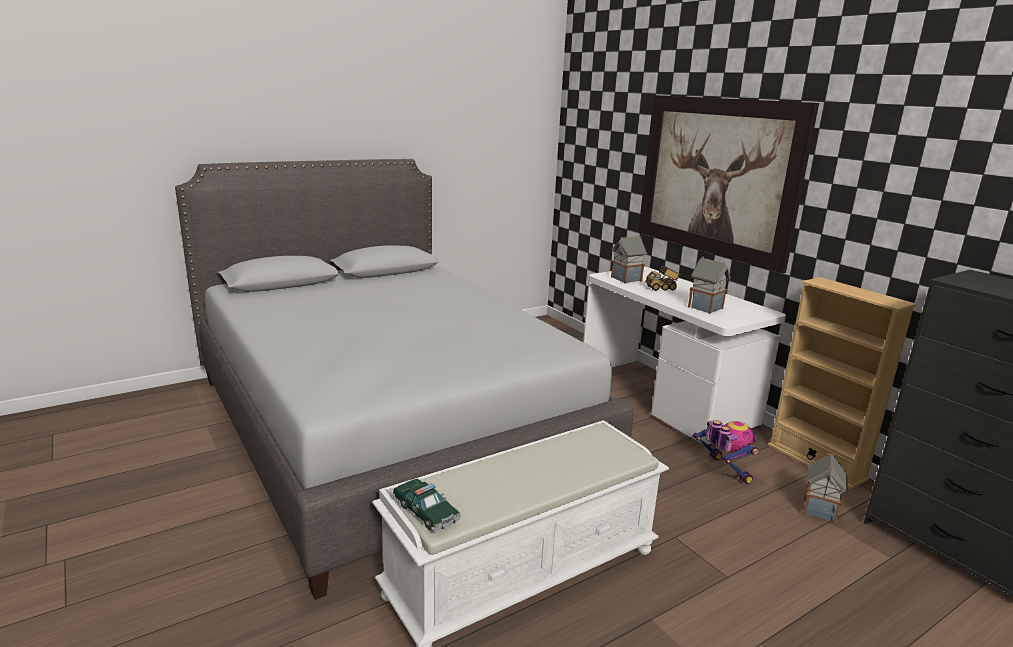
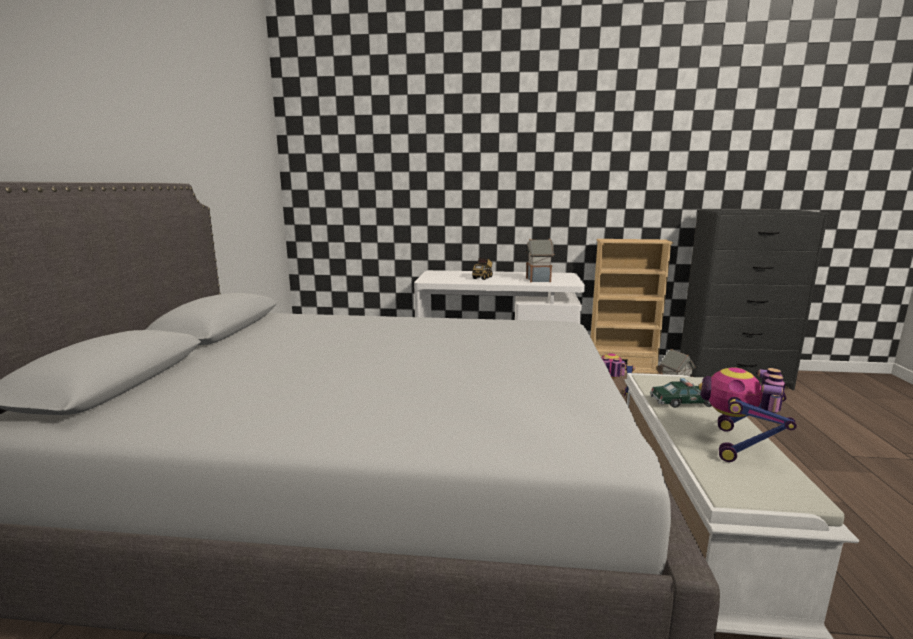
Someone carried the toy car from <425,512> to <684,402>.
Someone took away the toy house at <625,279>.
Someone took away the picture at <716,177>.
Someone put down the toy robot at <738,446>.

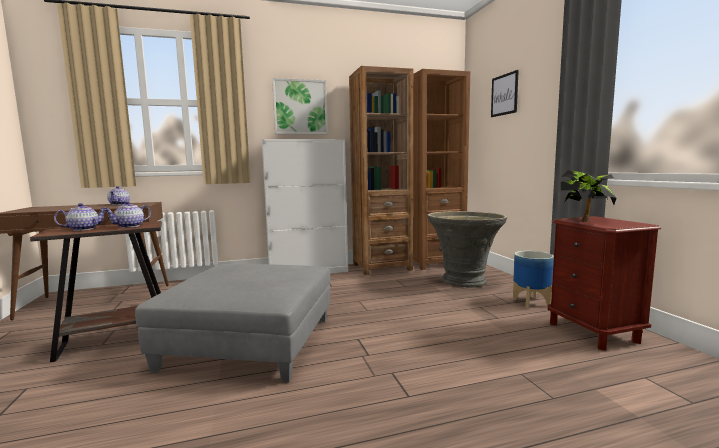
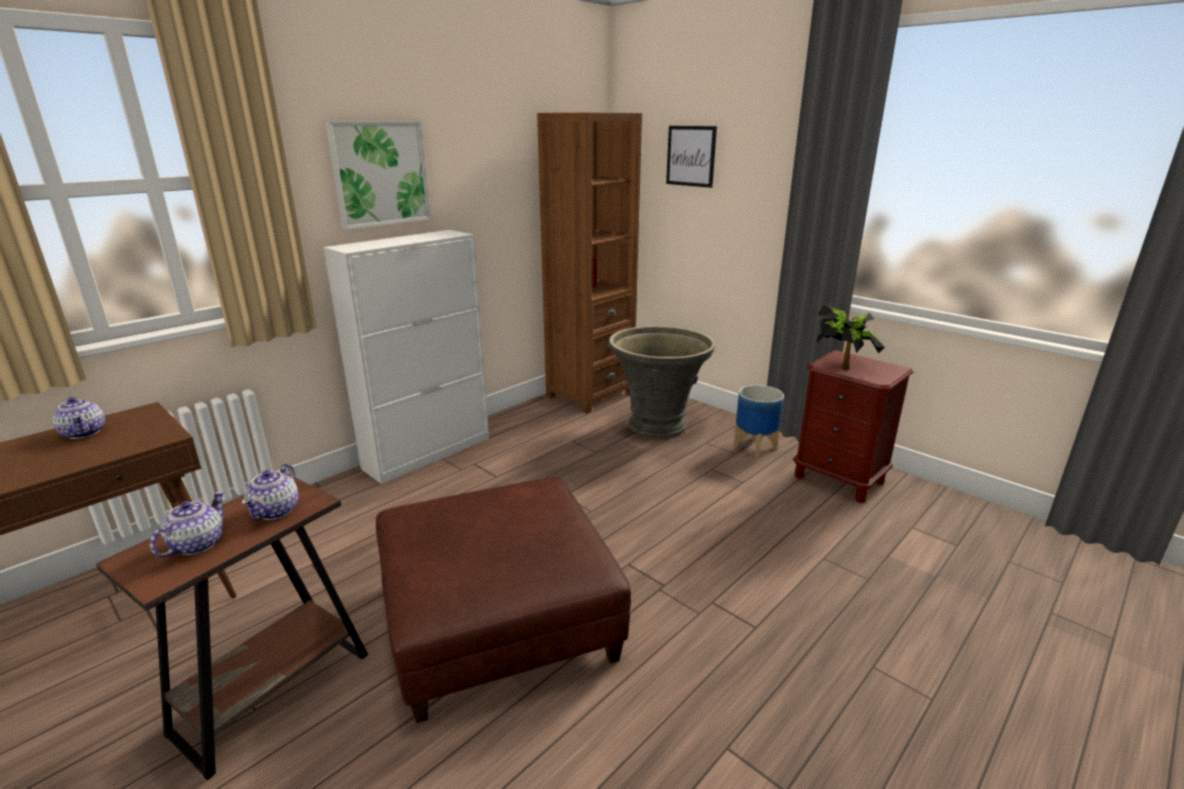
Someone repainted the ottoman/grey at <251,342>, which became the ottoman/brown at <499,617>.
Someone took away the bookcase/brown at <382,267>.

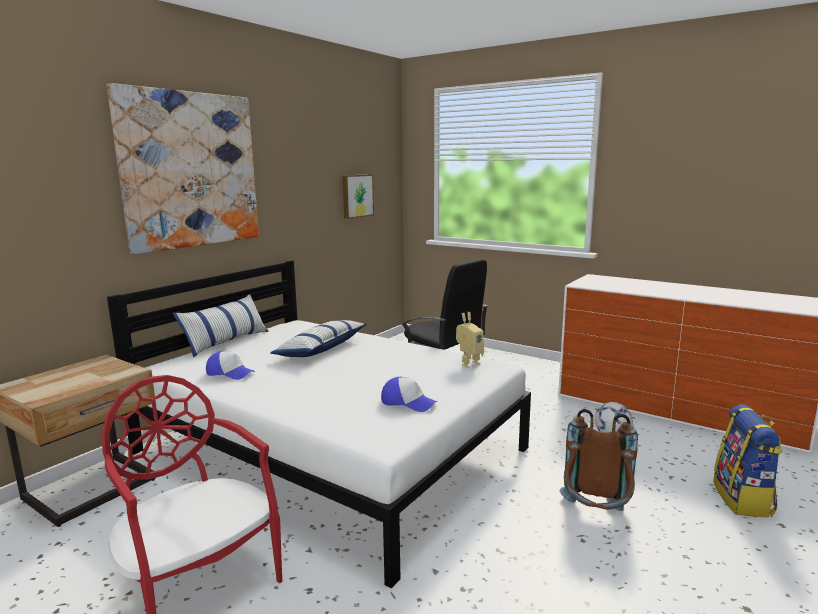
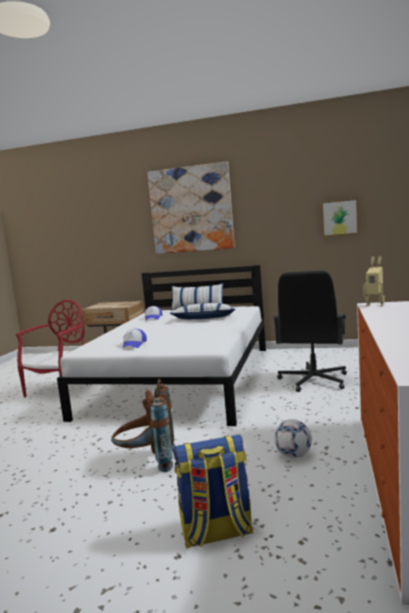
Someone carried the toy robot from <468,363> to <375,304>.

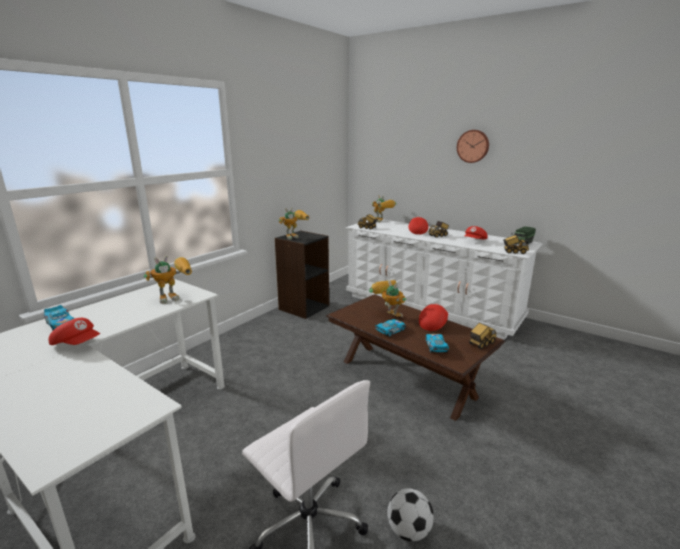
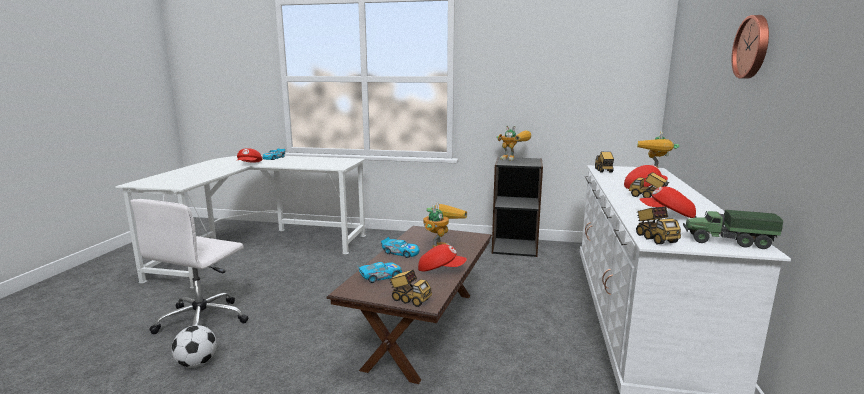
Someone took away the toy robot at <175,297>.

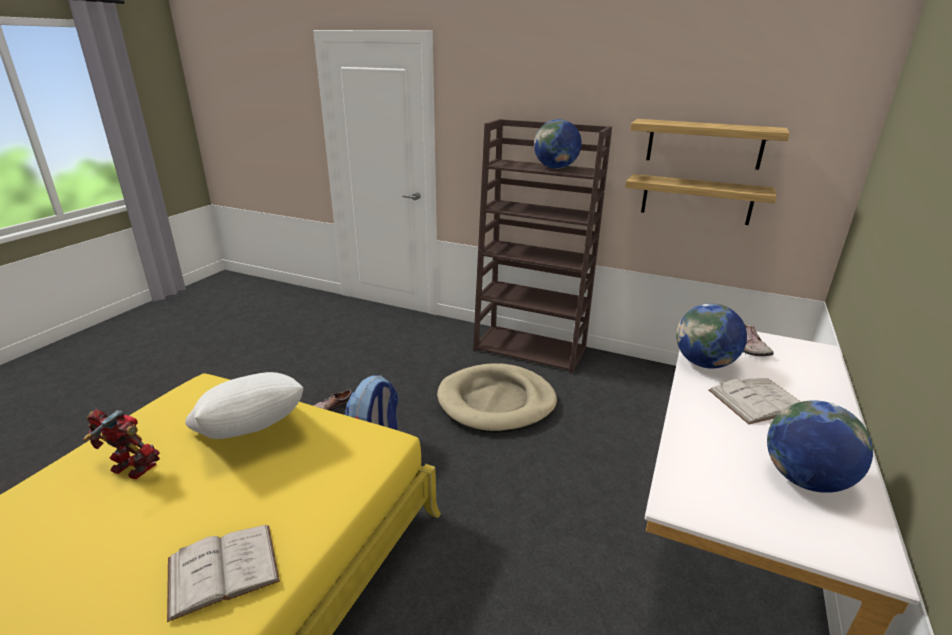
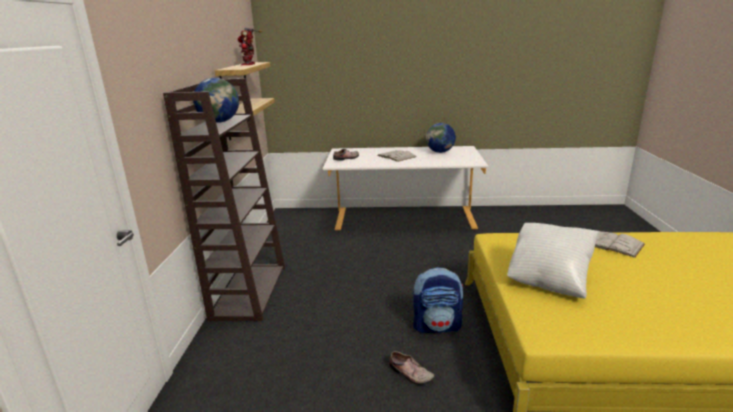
Someone carried the toy robot from <131,470> to <249,64>.
Someone took away the dog bed/beige at <496,402>.
Someone took away the globe at <704,363>.

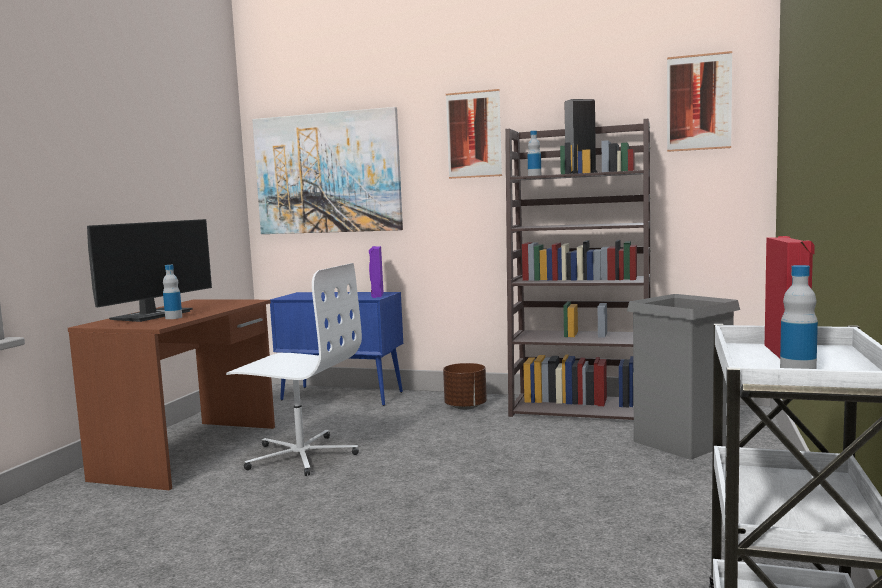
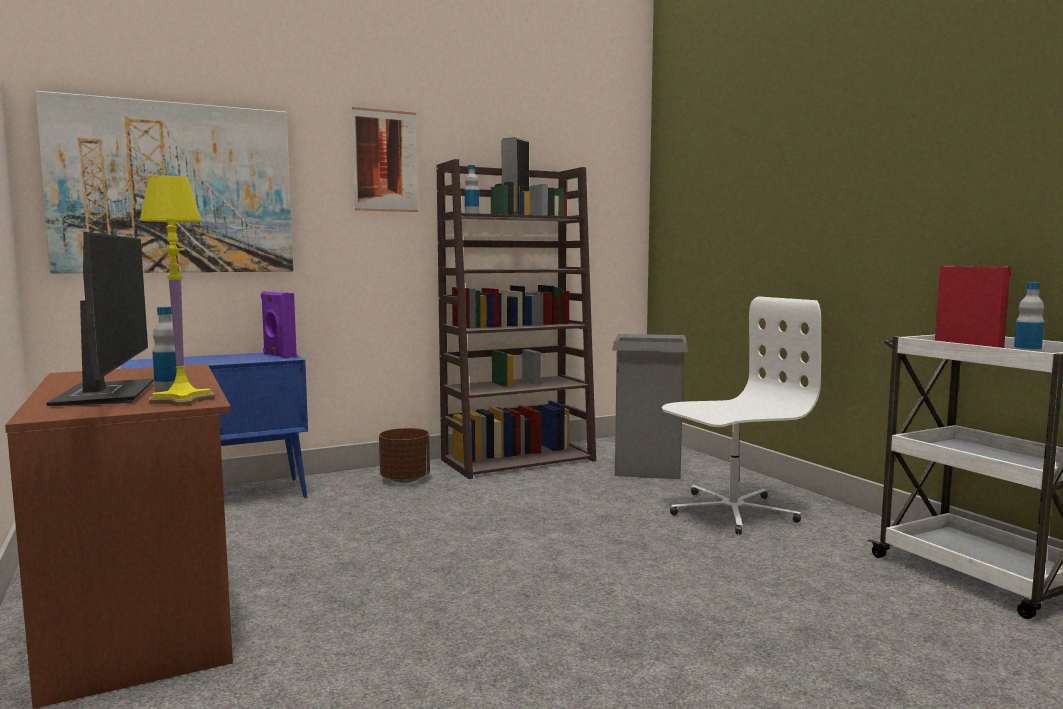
Someone carried the office chair/white from <301,455> to <731,511>.
Someone took away the picture at <698,102>.
Someone put down the table lamp/yellow at <183,400>.

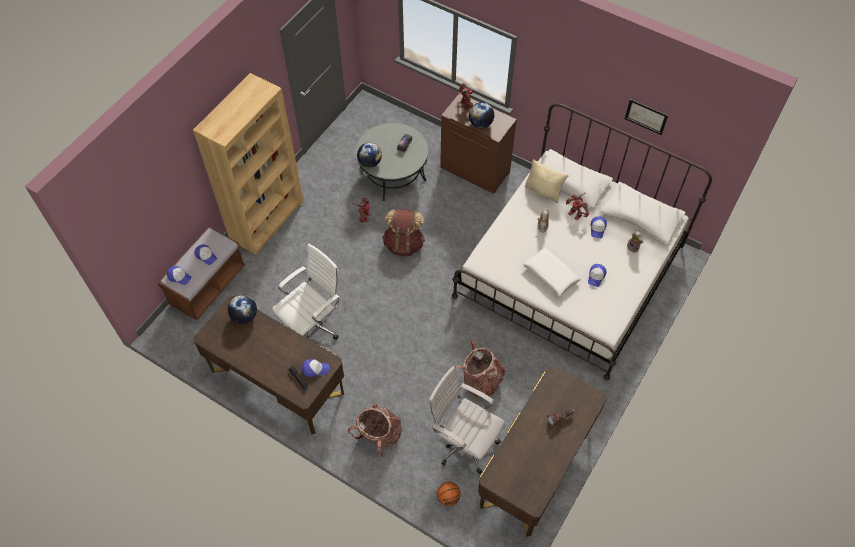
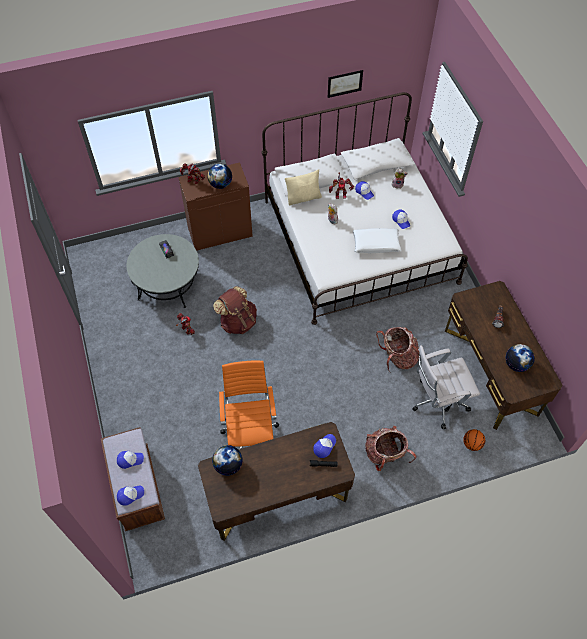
Someone took away the bookcase/brown at <267,220>.
Someone repainted the office chair/white at <313,325>, which became the office chair/orange at <250,434>.
Someone carried the globe from <370,163> to <516,364>.

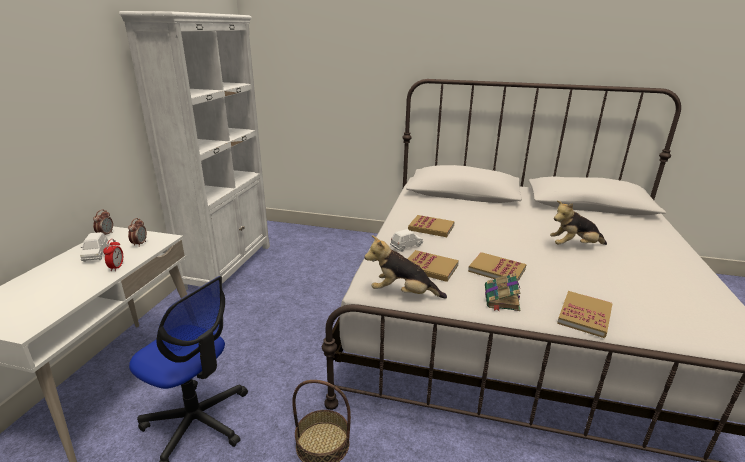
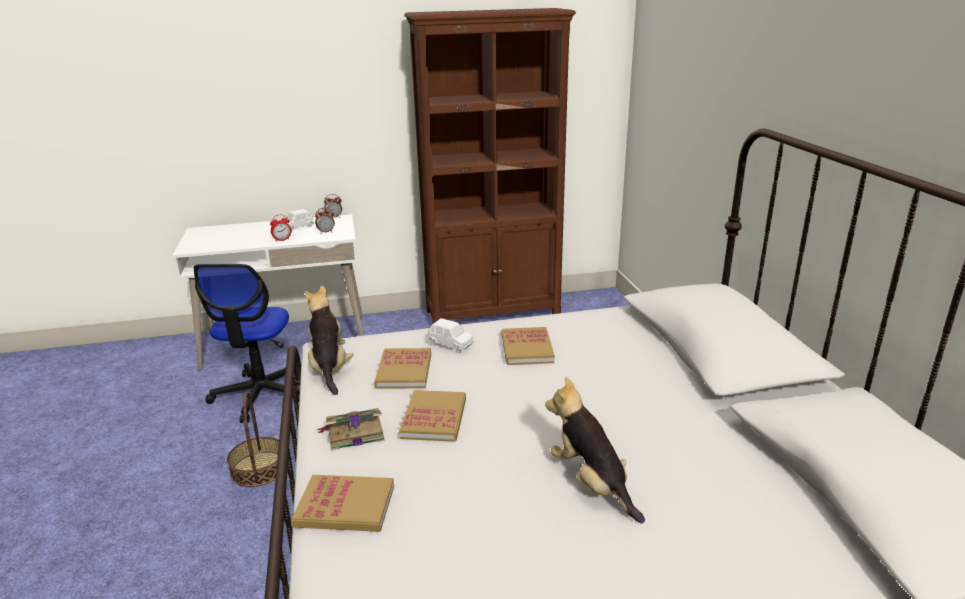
Someone repainted the bookcase/white at <229,266>, which became the bookcase/brown at <493,313>.

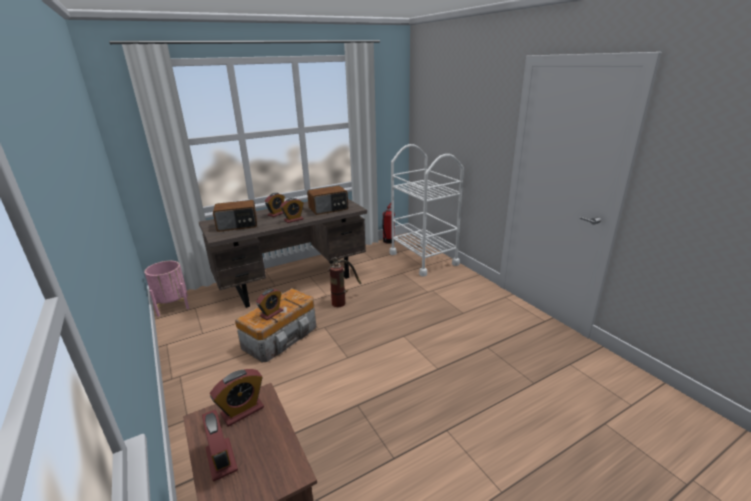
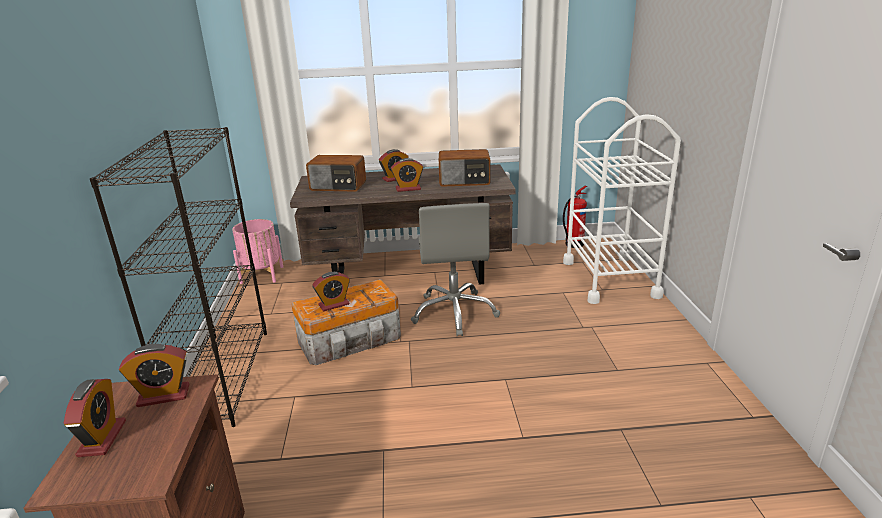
Someone swapped the fire extinguisher at <342,301> for the office chair/grey at <455,312>.
Someone put down the bookcase/black at <222,376>.

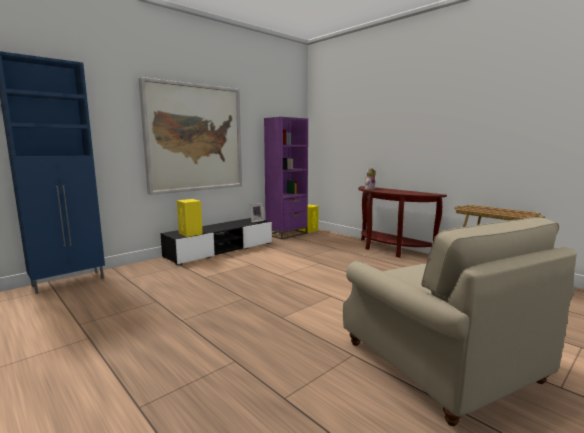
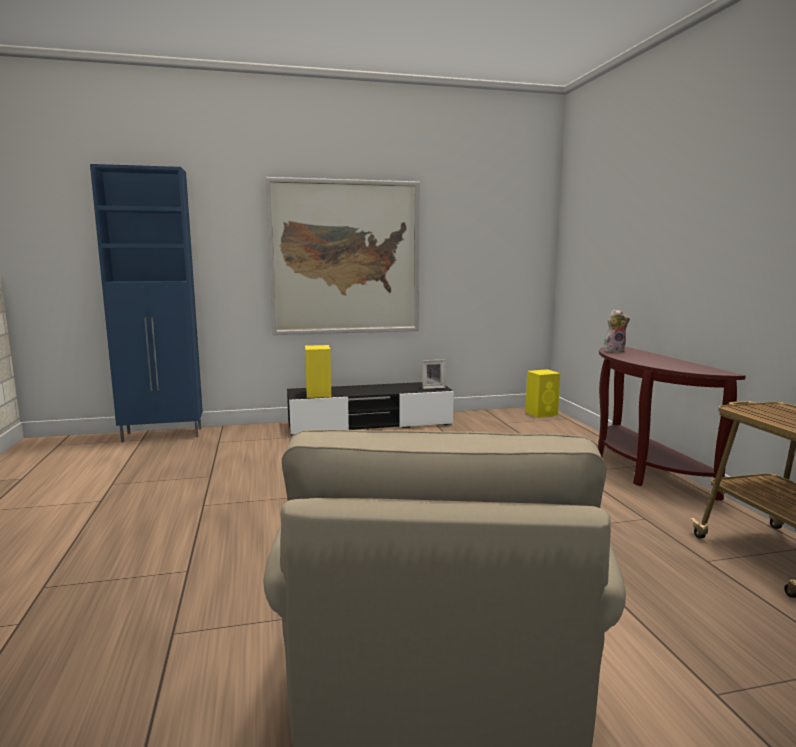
Someone took away the bookcase/purple at <286,234>.

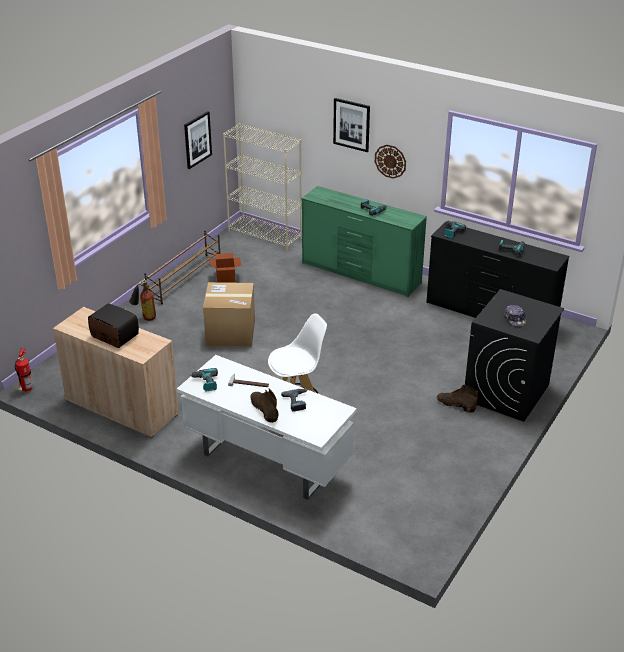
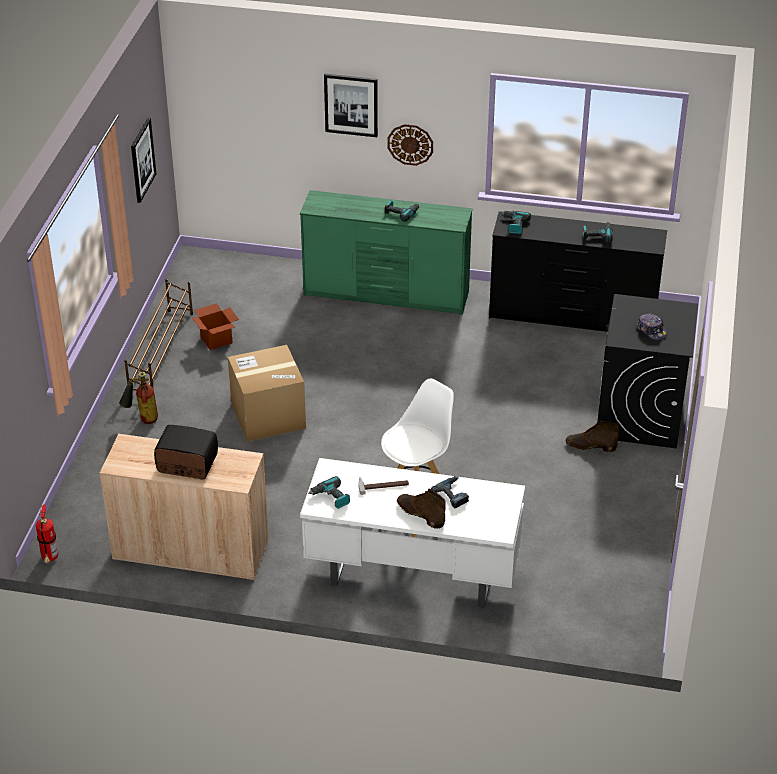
Someone took away the bookcase/beige at <265,234>.

